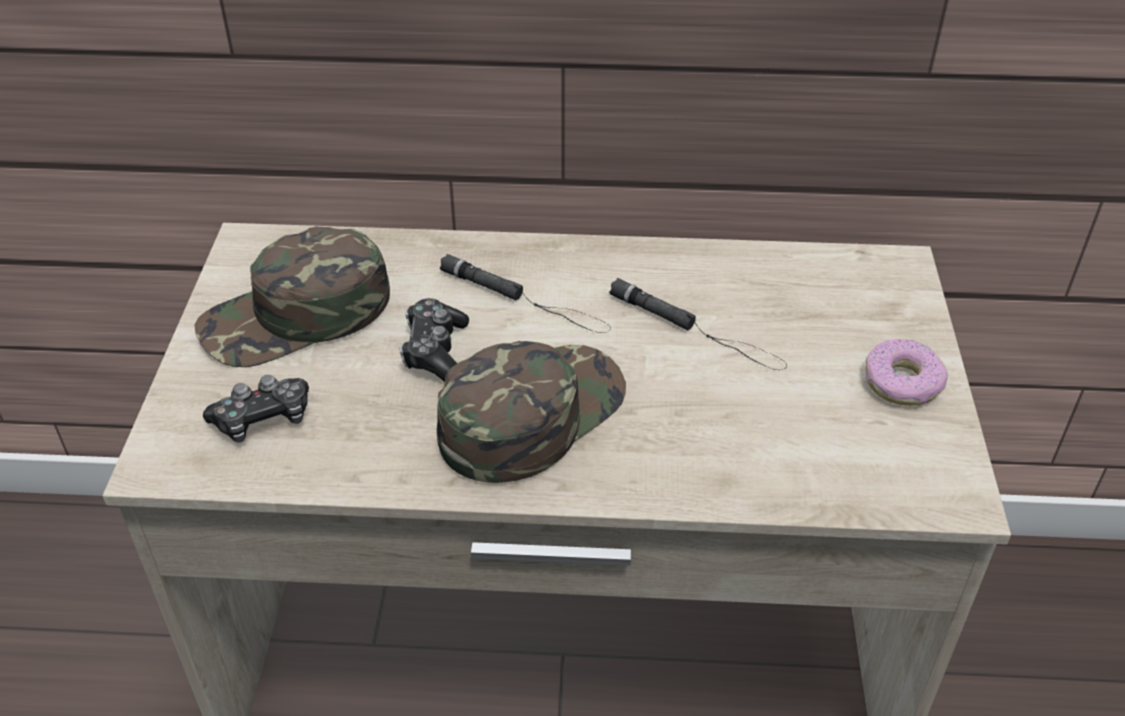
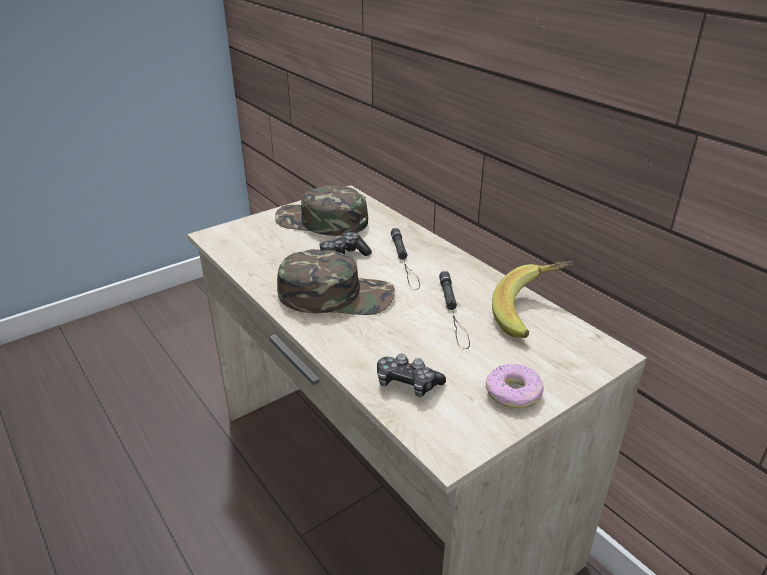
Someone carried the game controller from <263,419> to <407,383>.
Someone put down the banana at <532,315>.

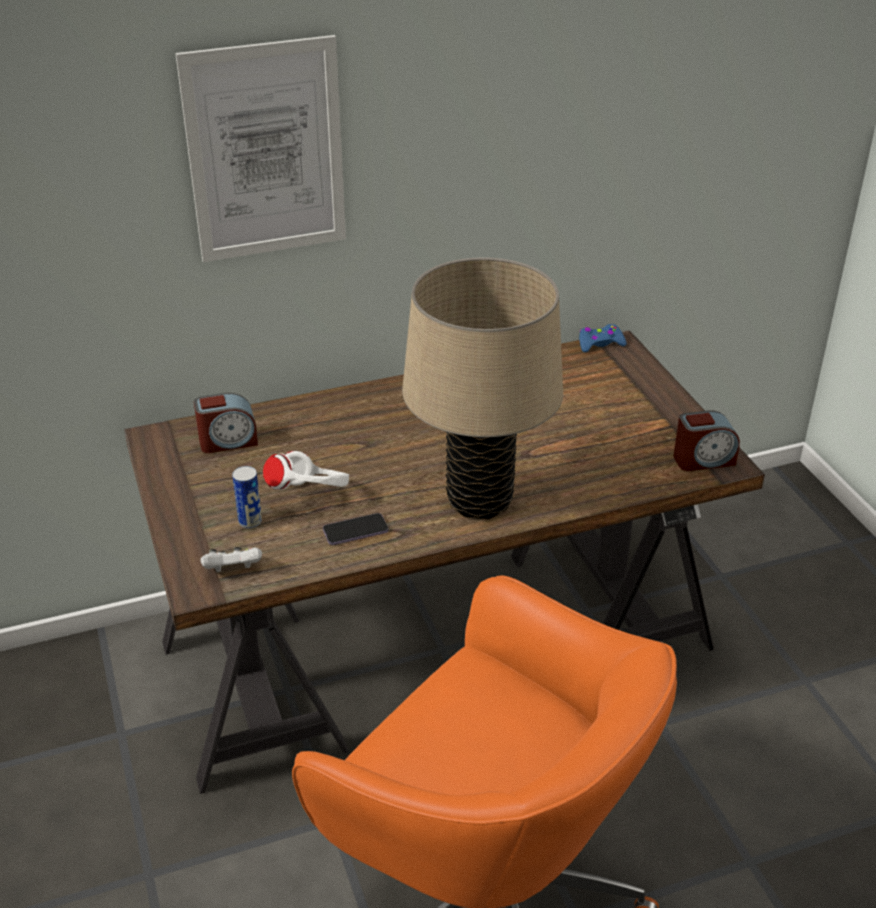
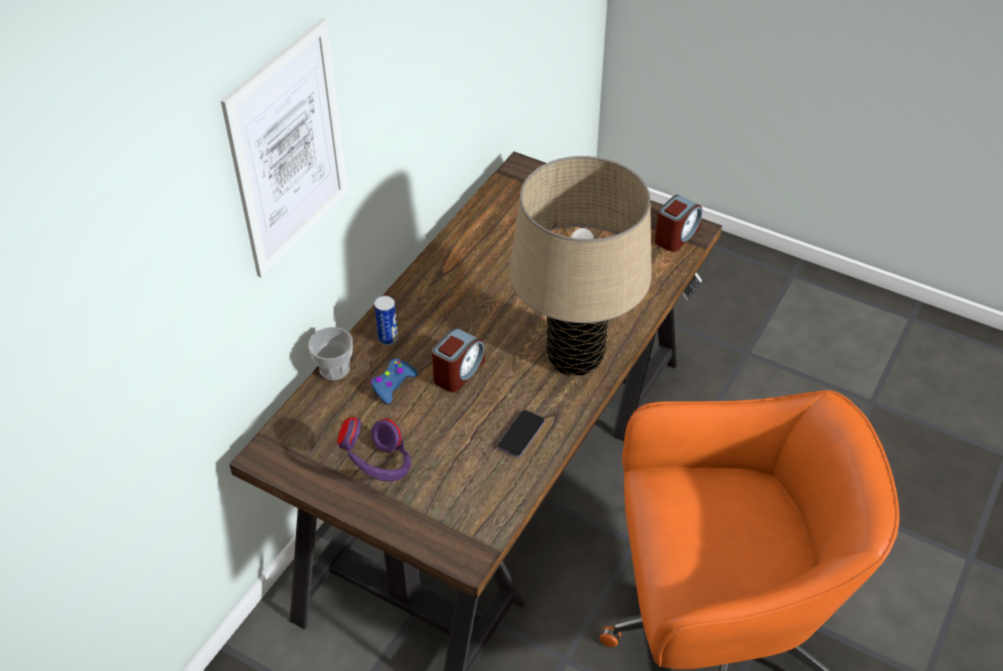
Someone carried the alarm clock from <228,441> to <458,372>.
Someone took away the game controller/white at <233,571>.
Someone carried the can from <250,521> to <388,339>.
Someone took away the headphones/white at <310,496>.
Someone carried the game controller/blue from <600,344> to <392,384>.
Someone put down the cup at <334,369>.
Someone put down the headphones/purple at <378,467>.

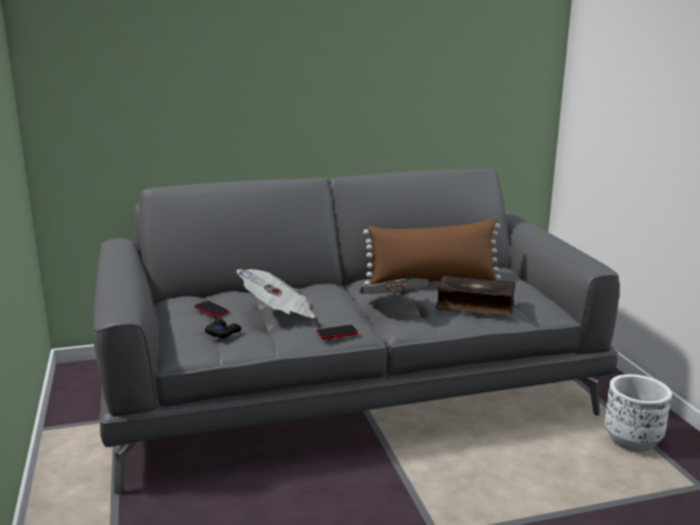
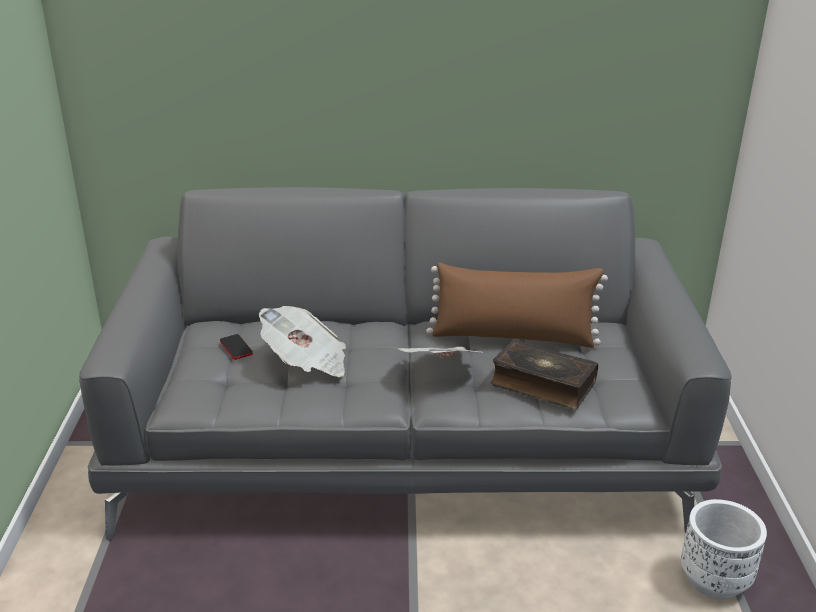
Someone took away the game controller/black at <223,333>.
Someone took away the phone at <337,333>.

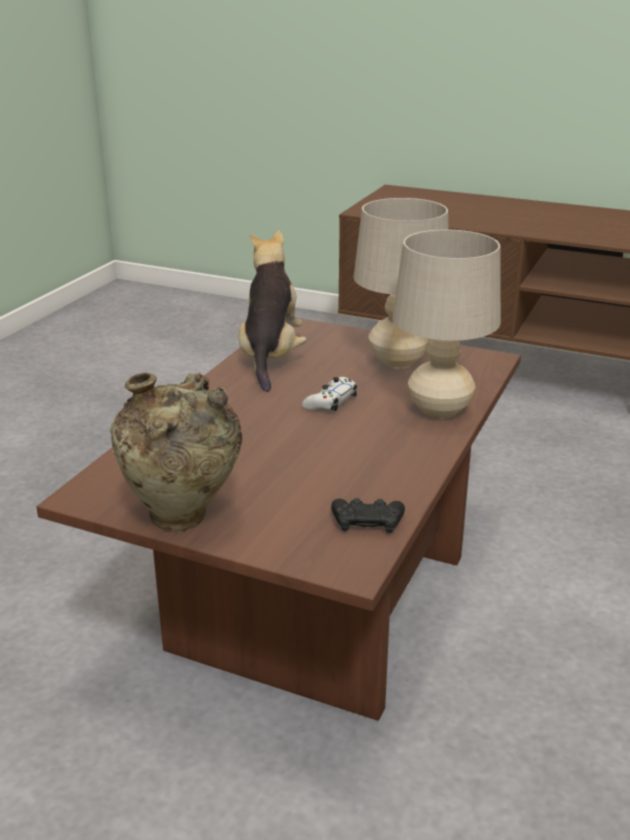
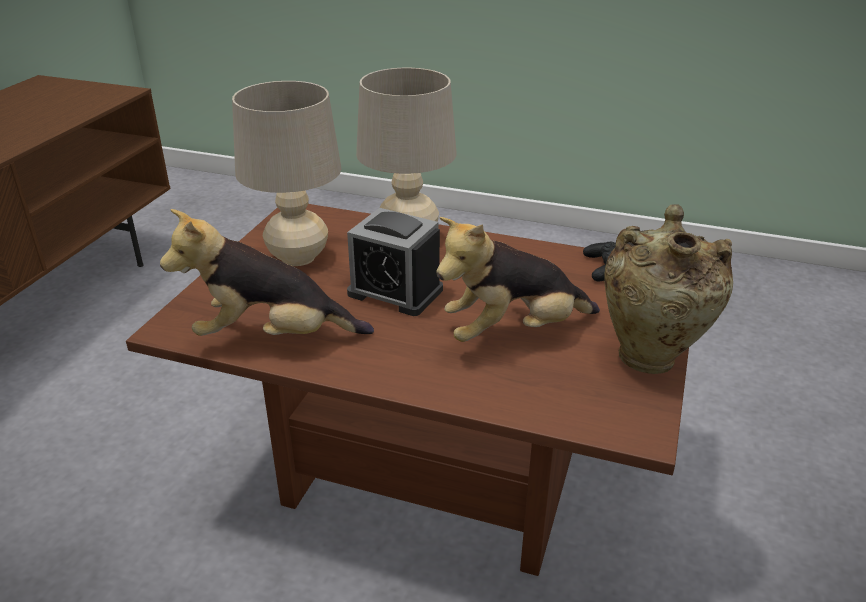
Someone swapped the game controller/white at <330,402> for the alarm clock at <395,292>.
Someone put down the plush toy at <513,332>.

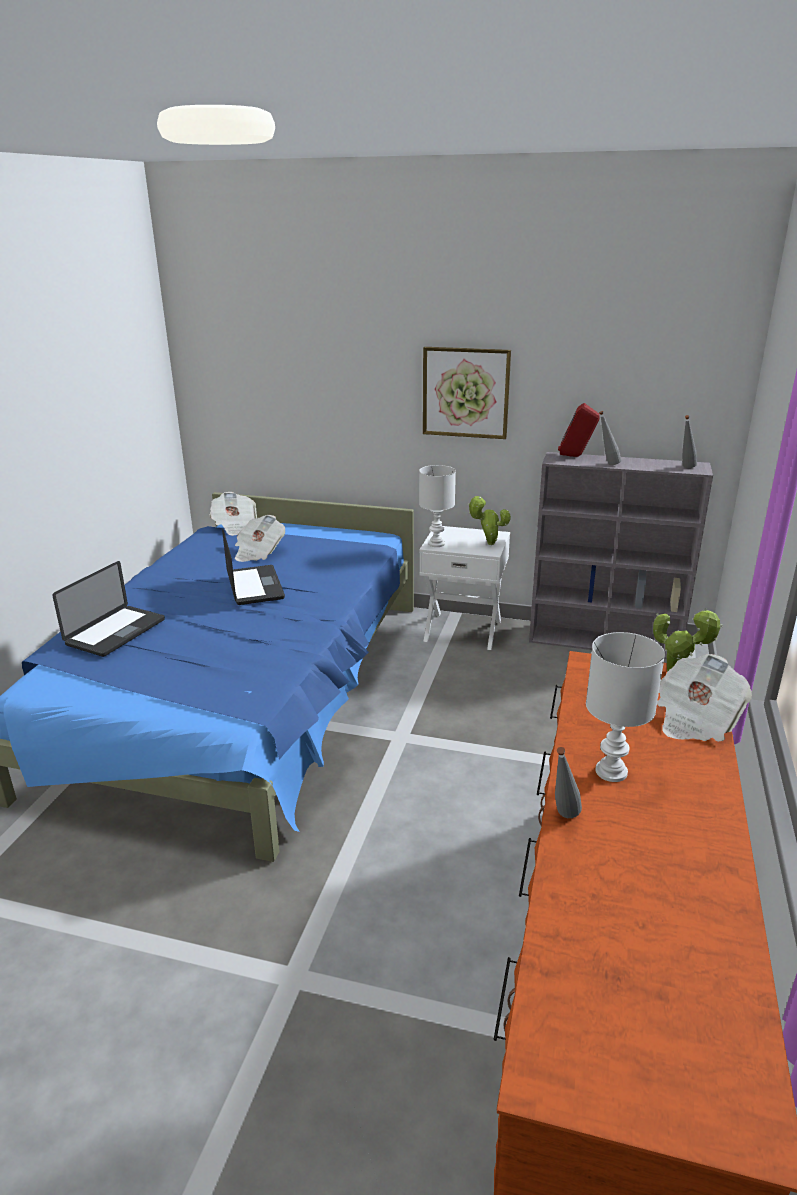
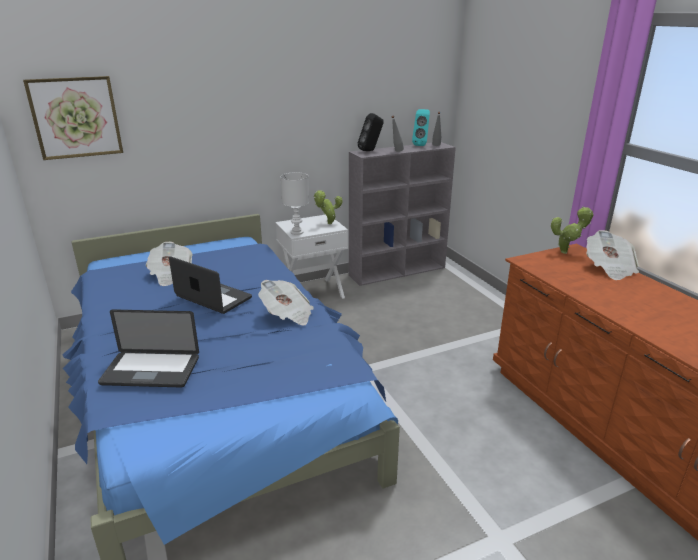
Someone rotated the laptop at <116,632> by 105 degrees clockwise.
Someone carried the newspaper from <235,526> to <287,315>.
Someone carried the picture from <465,392> to <76,117>.
Someone took away the bottle/grey at <562,819>.
Someone repainted the speaker/red at <576,456>, which became the speaker/black at <371,150>.
Someone took away the table lamp/white at <610,772>.
Someone put down the speaker/turquoise at <421,145>.

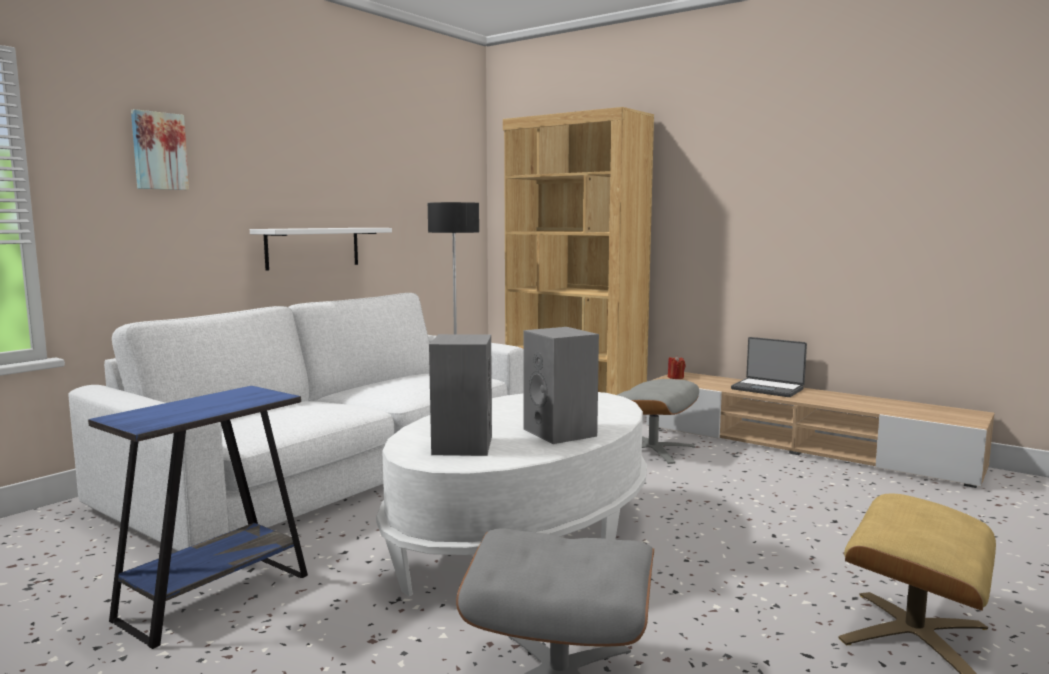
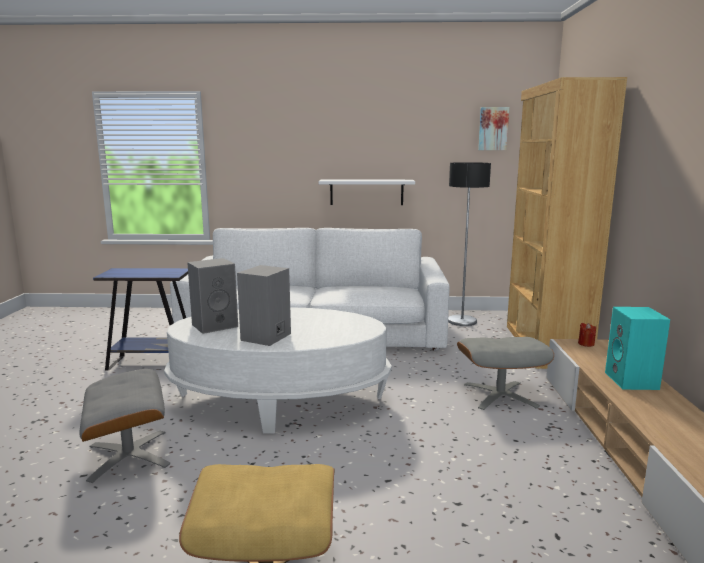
Someone carried the picture from <159,151> to <493,128>.
Someone swapped the laptop at <768,389> for the speaker/turquoise at <633,381>.

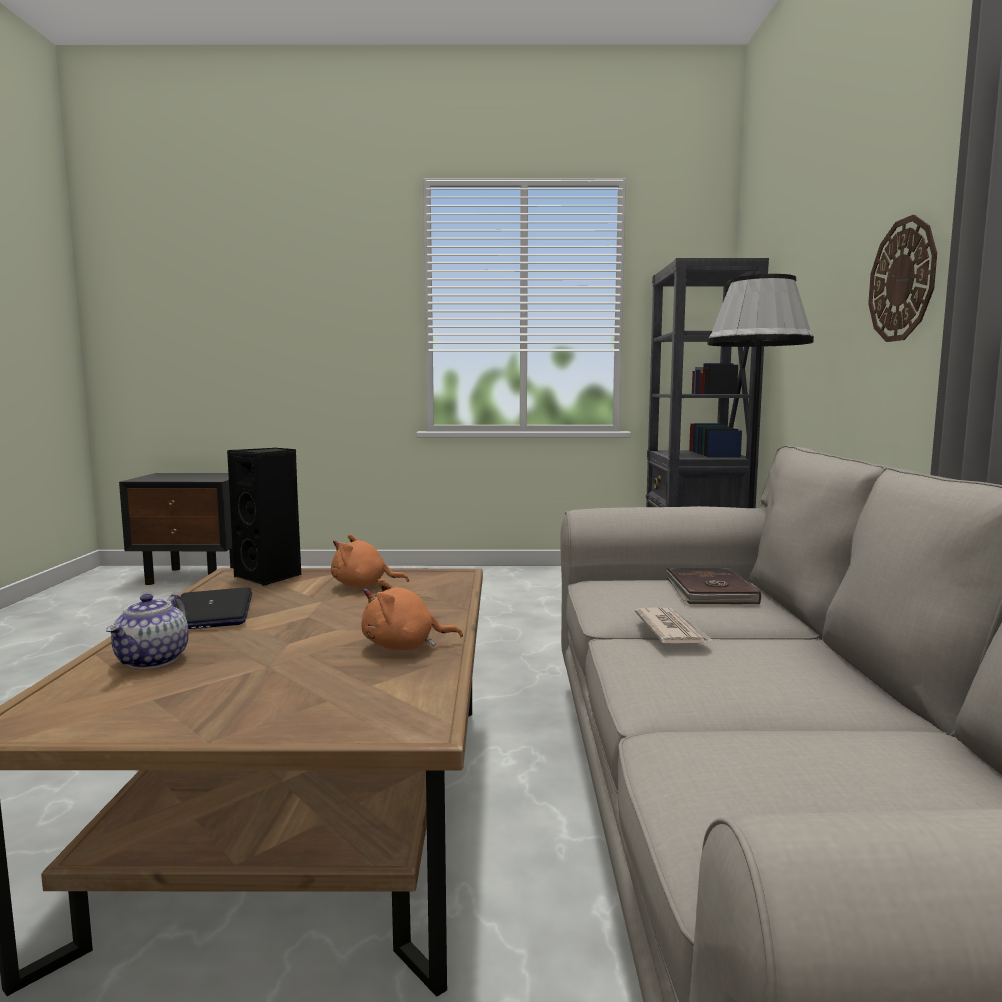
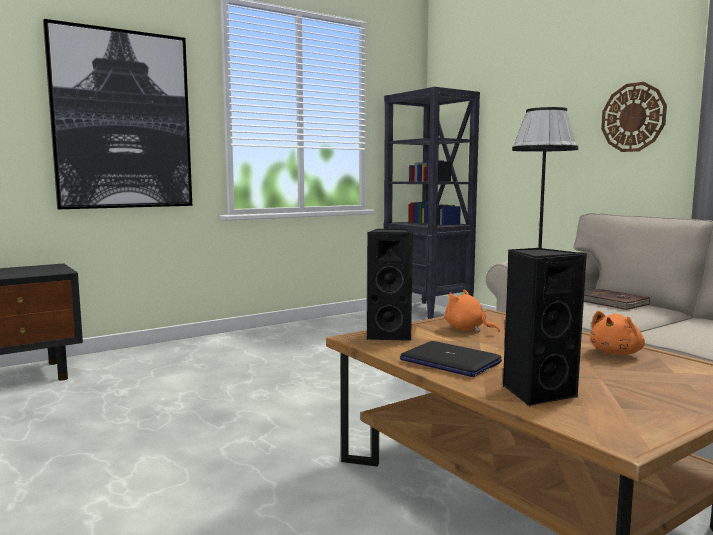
Someone swapped the teapot at <153,660> for the speaker/black at <536,392>.
Someone rotated the plush toy/orange at <363,586> by 75 degrees clockwise.
Someone took away the newspaper at <671,630>.
Someone put up the picture at <122,120>.

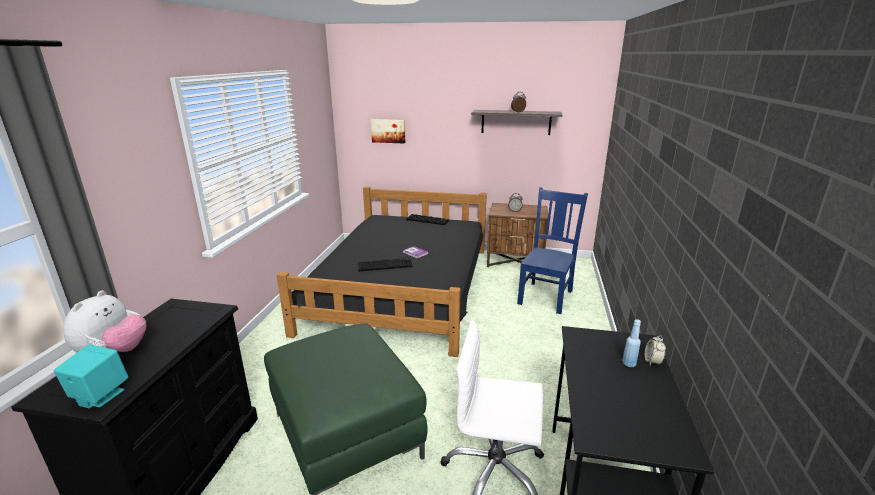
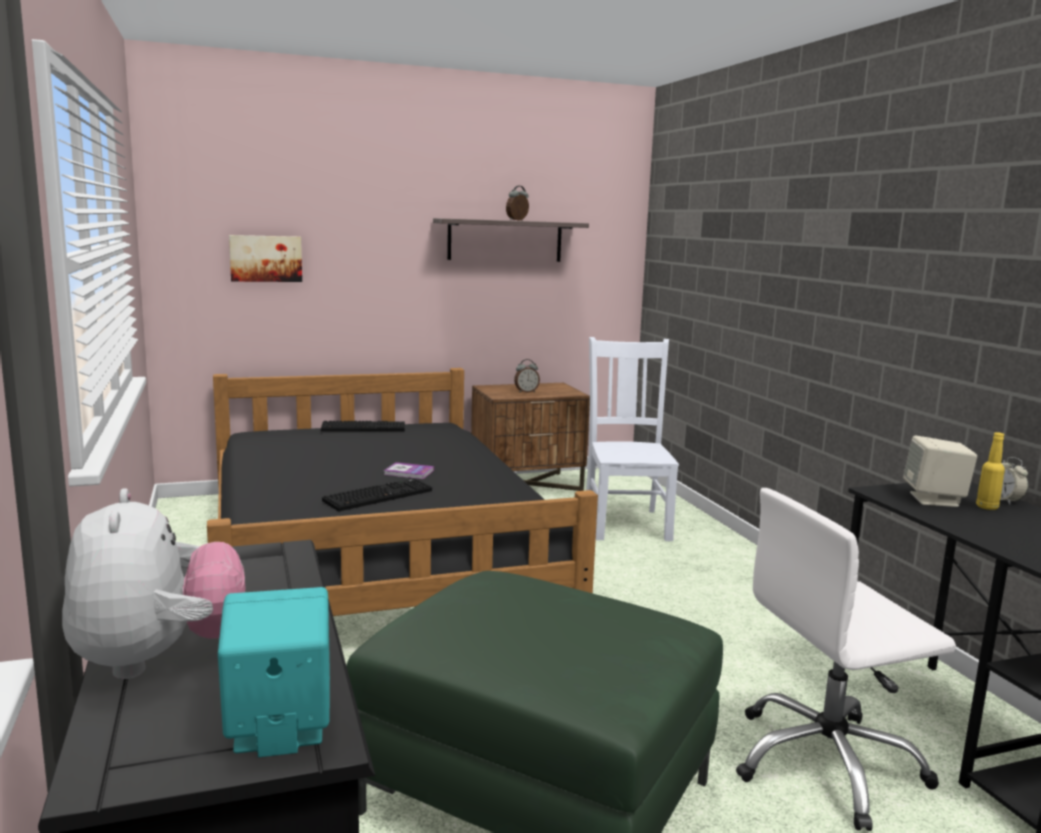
Someone repainted the chair/blue at <546,296>, which became the chair/white at <626,523>.
Someone repainted the bottle/blue at <629,363>, which became the bottle/yellow at <987,507>.
Someone put down the speaker/beige at <934,500>.

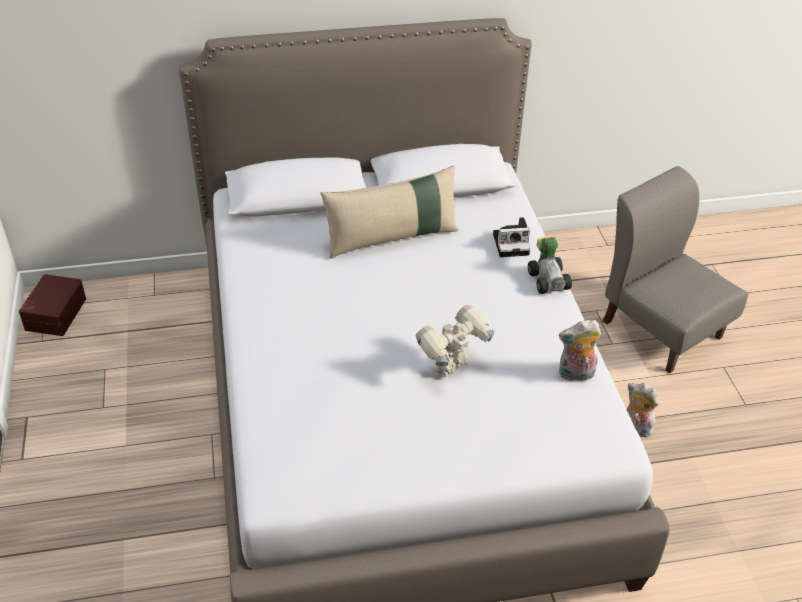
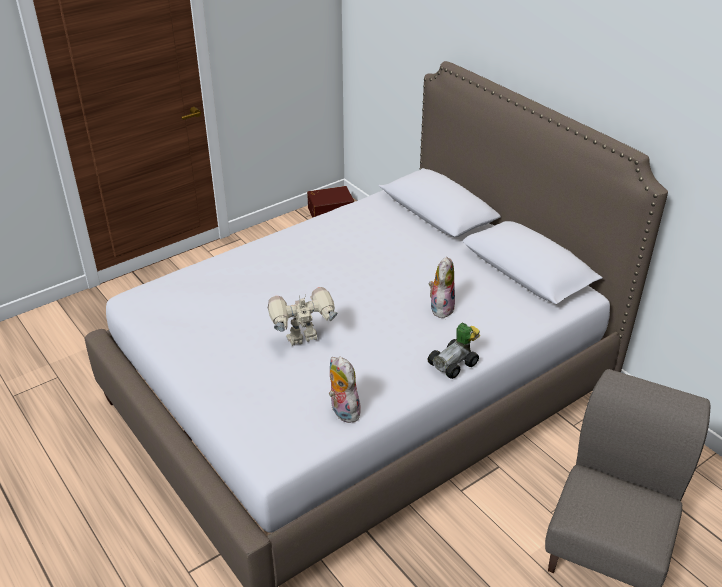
Someone took away the pillow/beige at <392,237>.
Someone rotated the toy robot at <452,367> by 45 degrees counterclockwise.
Someone took away the photo camera at <512,244>.
Someone carried the plush toy from <635,427> to <440,307>.

